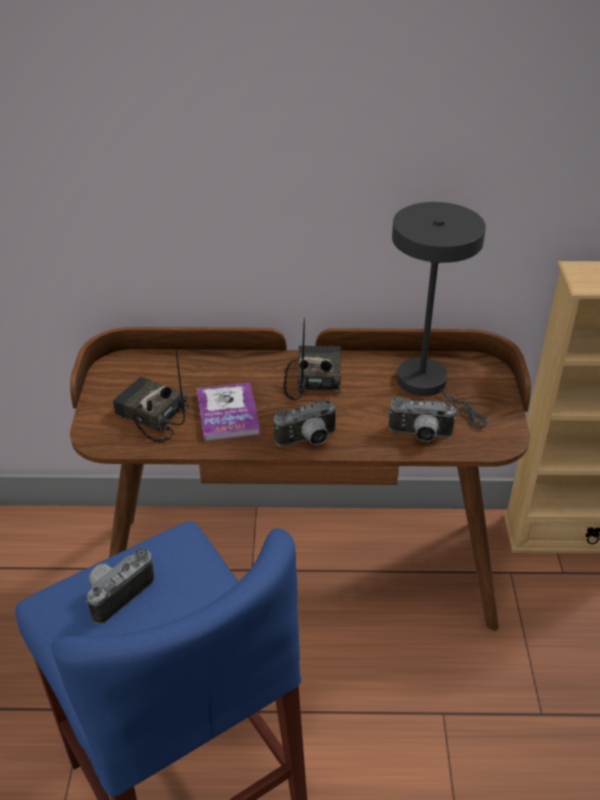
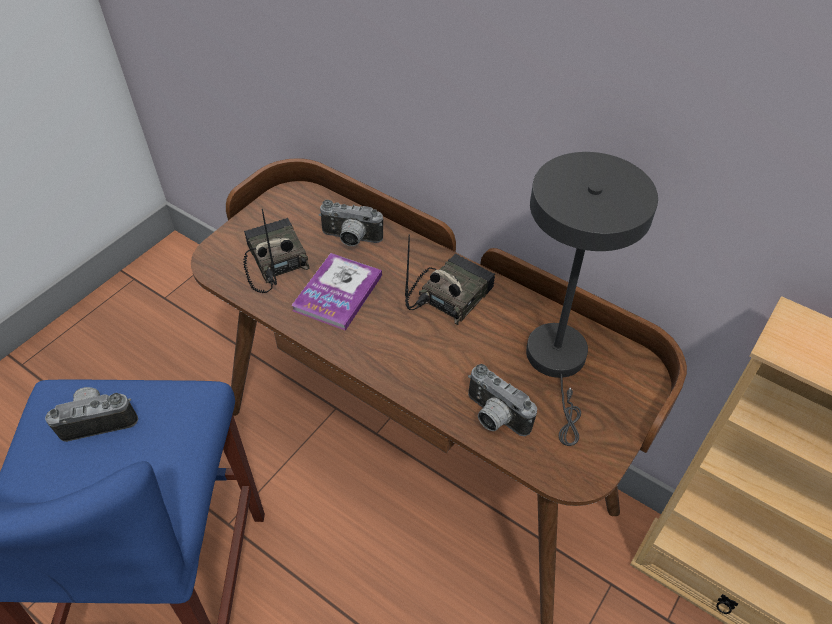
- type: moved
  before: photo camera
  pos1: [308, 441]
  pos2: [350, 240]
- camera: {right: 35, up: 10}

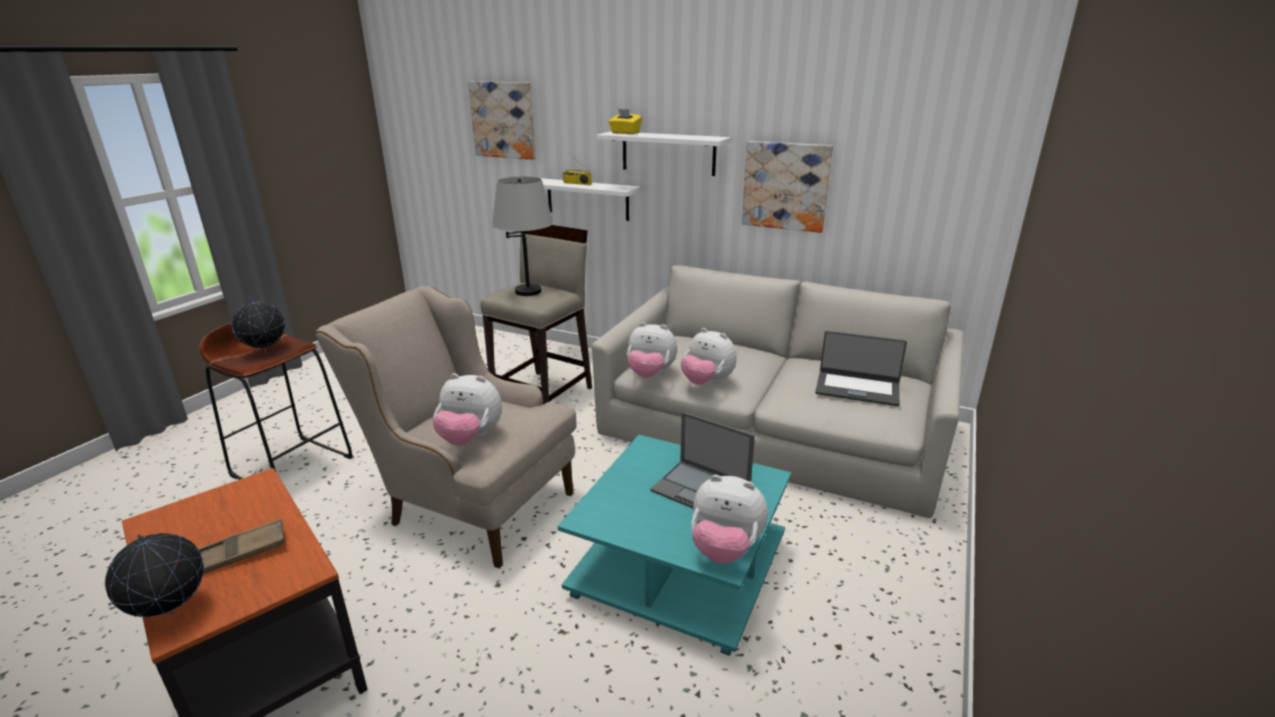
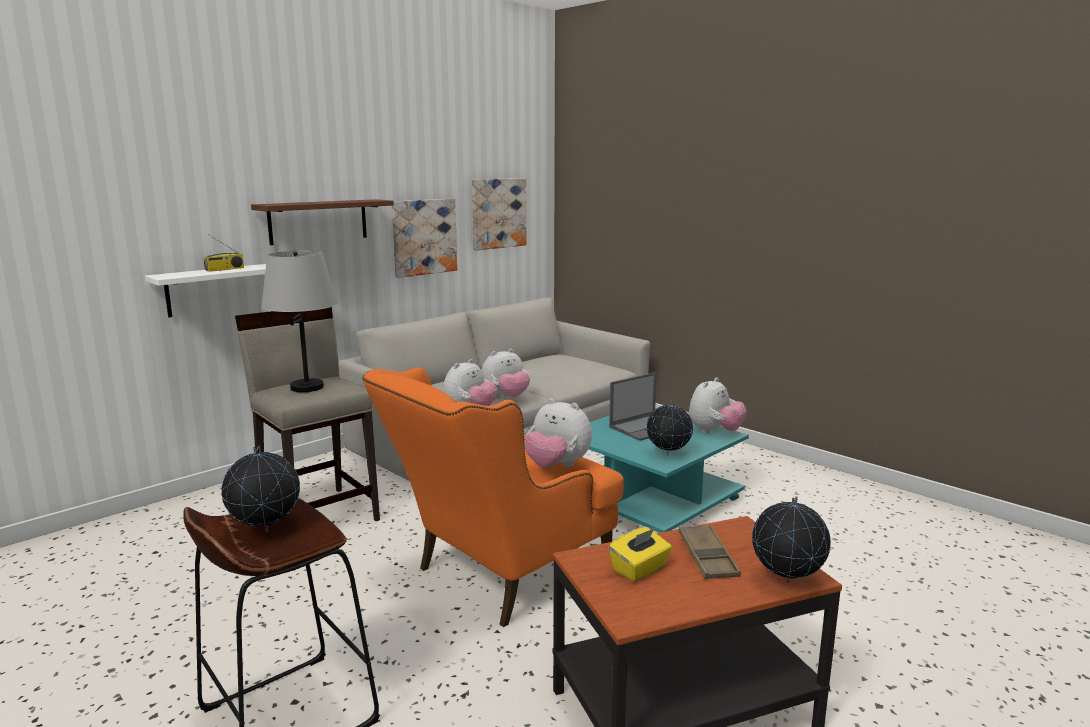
- type: recoloured
  before: white wall shelf
  after: brown-coloured wall shelf
  pos1: [668, 153]
  pos2: [318, 221]
- type: recoloured
  before: sand-coloured easy chair
  after: orange easy chair
  pos1: [470, 502]
  pos2: [499, 577]
- type: moved
  before: wall picture
  pos1: [503, 120]
  pos2: [498, 213]
- type: turned
  before: plush toy
  pos1: [470, 438]
  pos2: [557, 466]
  turn: 90
- type: moved
  before: yellow tissue box
  pos1: [625, 133]
  pos2: [640, 569]
- type: added
  after: world globe
  pos2: [668, 455]
- type: removed
  before: laptop
  pos1: [857, 388]
- camera: {right: -70, up: -10}

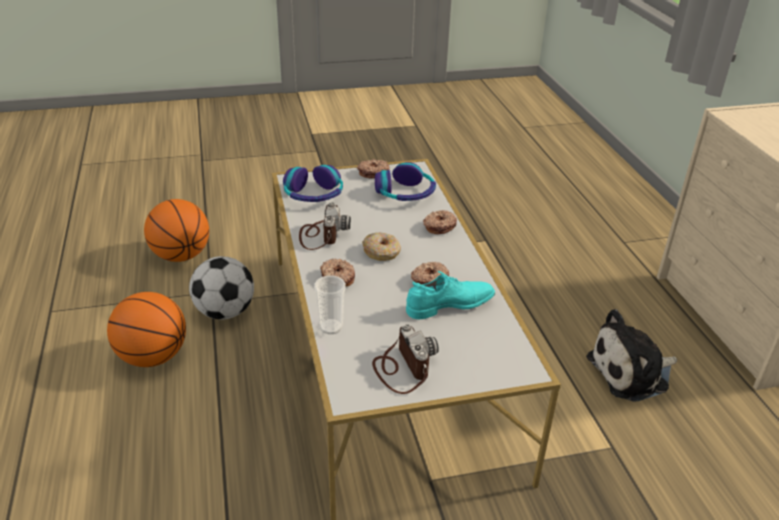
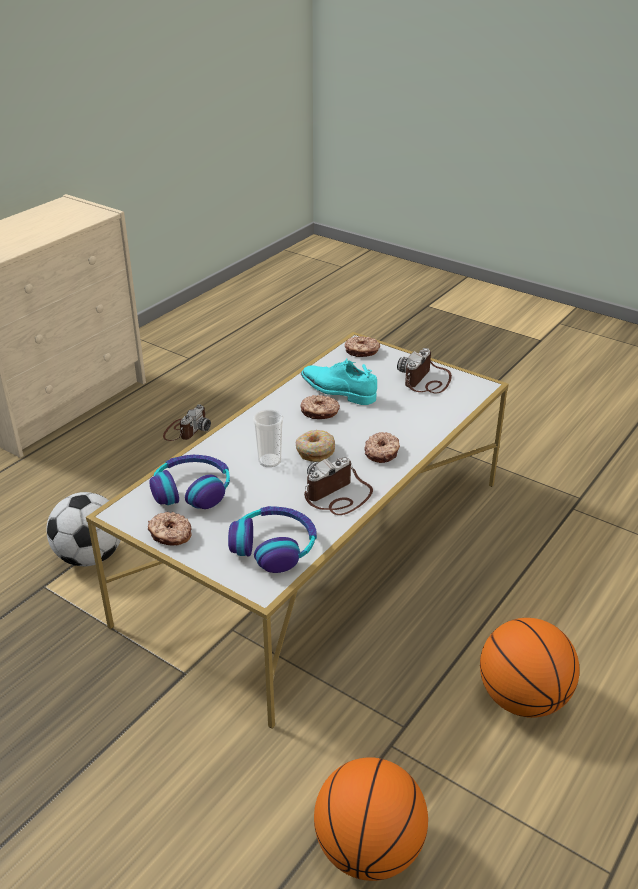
- type: moved
  before: football
  pos1: [225, 312]
  pos2: [90, 556]
- type: replaced
  before: plush toy
  after: photo camera
  pos1: [632, 373]
  pos2: [186, 430]
- type: moved
  before: small cup
  pos1: [331, 327]
  pos2: [269, 461]
- type: moved
  before: doughnut
  pos1: [439, 226]
  pos2: [361, 351]
- camera: {right: -130, up: 0}

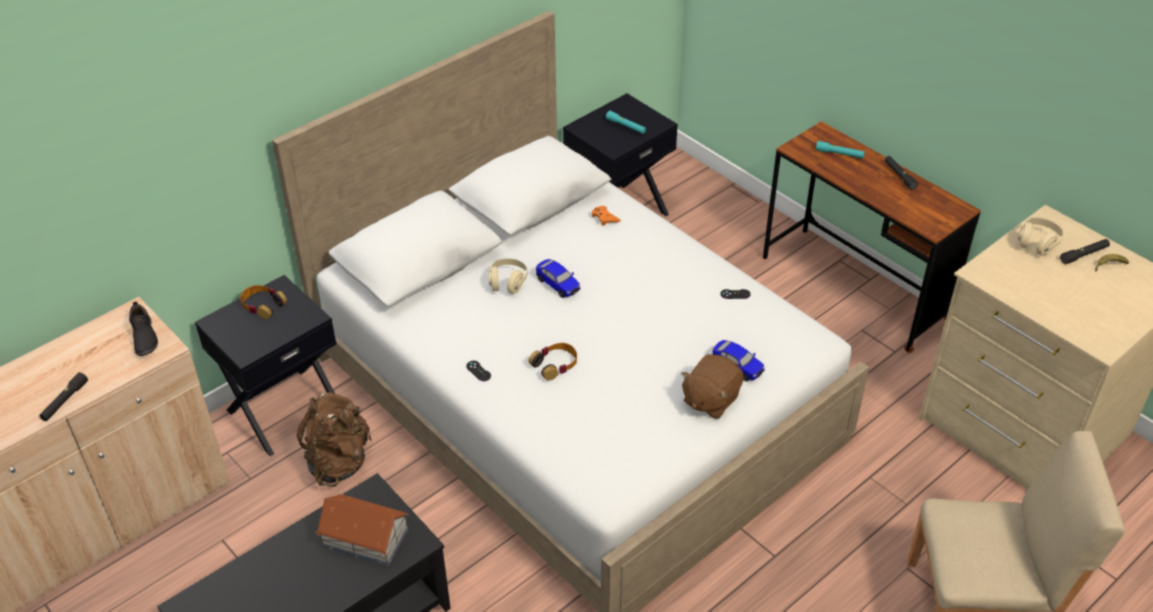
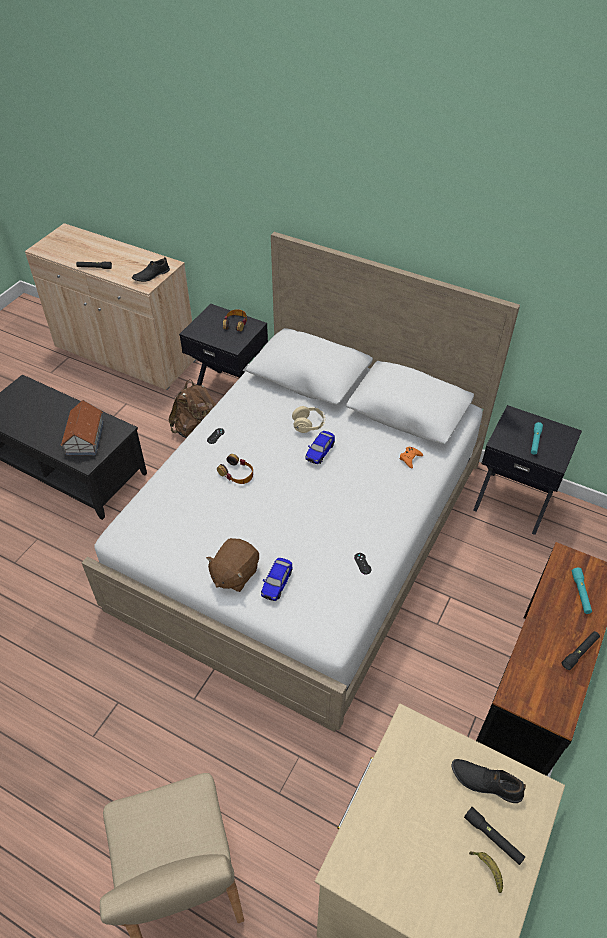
- type: turned
  before: brown-coloured plush toy
  pos1: [710, 399]
  pos2: [234, 574]
  turn: -75
- type: replaced
  before: sand-coloured pair of headphones
  after: blackish low shoe
  pos1: [1037, 244]
  pos2: [486, 782]
- camera: {right: 70, up: 5}

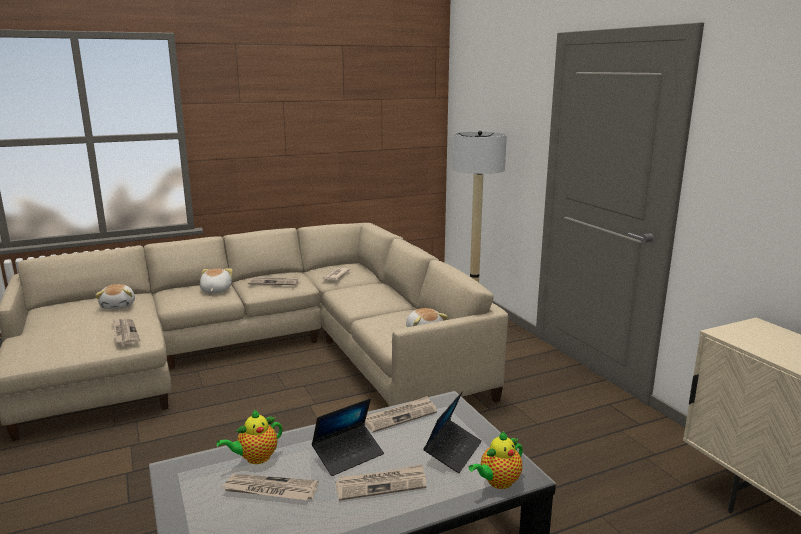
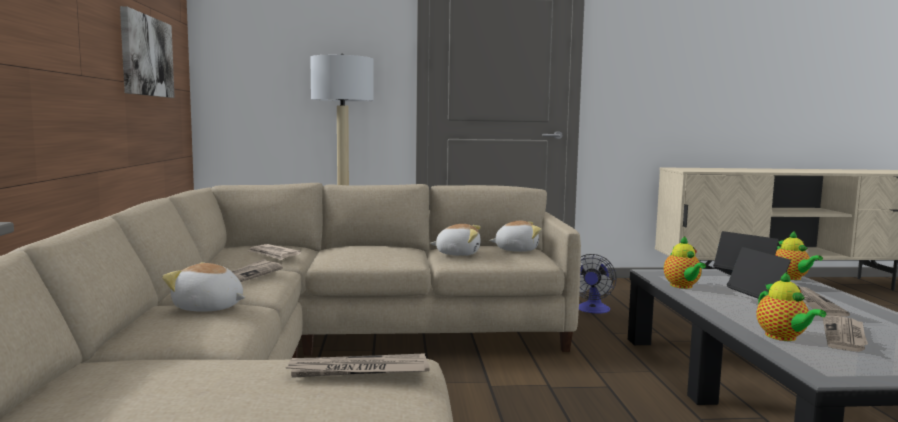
- type: added
  after: wall picture
  pos2: [146, 56]
- type: moved
  before: plush toy
  pos1: [119, 306]
  pos2: [458, 254]
- type: added
  after: fan
  pos2: [592, 310]
- type: replaced
  before: printed paper
  after: teapot
  pos1: [400, 416]
  pos2: [682, 286]
- camera: {right: -70, up: -10}

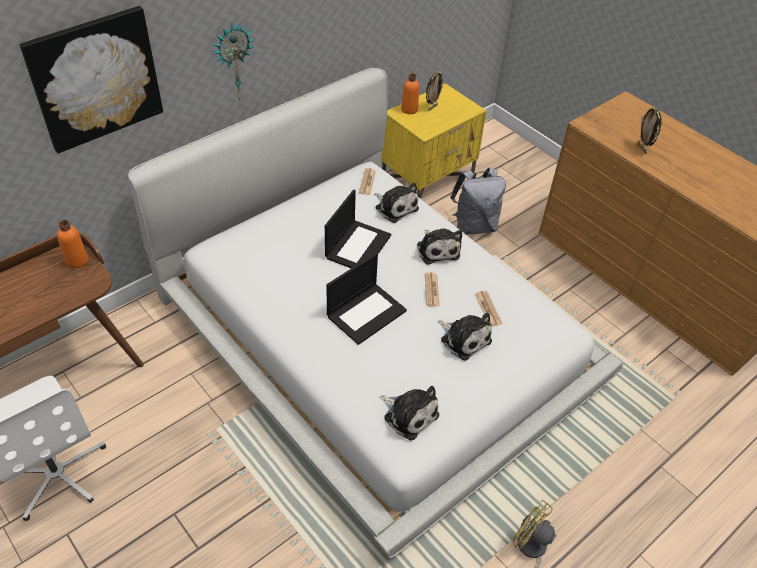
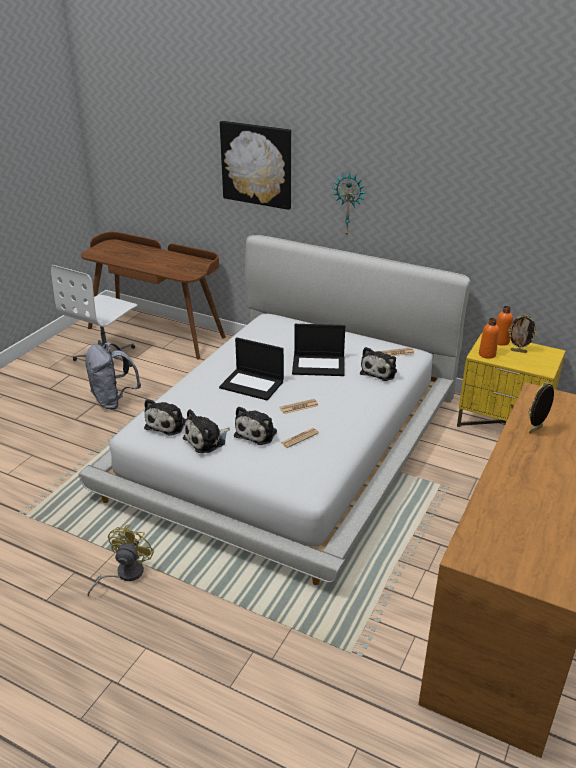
- type: moved
  before: grey rucksack
  pos1: [474, 226]
  pos2: [114, 400]
- type: moved
  before: plush toy
  pos1: [437, 249]
  pos2: [207, 440]
- type: moved
  before: orange drink bottle
  pos1: [77, 260]
  pos2: [487, 354]
- camera: {right: 70, up: -15}

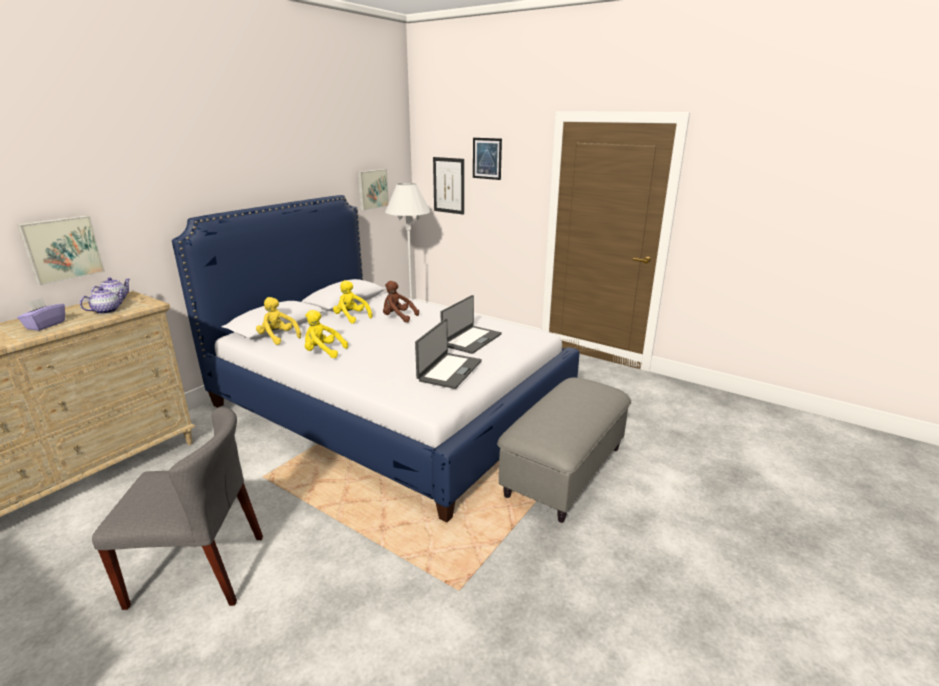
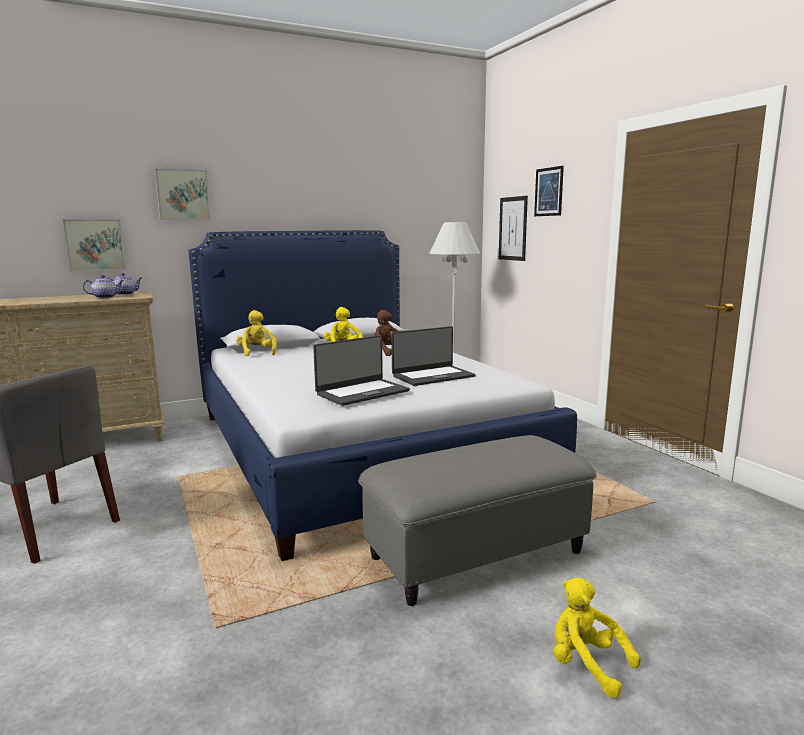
- type: moved
  before: wall picture
  pos1: [372, 189]
  pos2: [183, 194]
- type: moved
  before: yellow plush toy
  pos1: [323, 352]
  pos2: [586, 664]
- type: removed
  before: purple-coloured tissue box
  pos1: [45, 325]
- camera: {right: 30, up: -10}

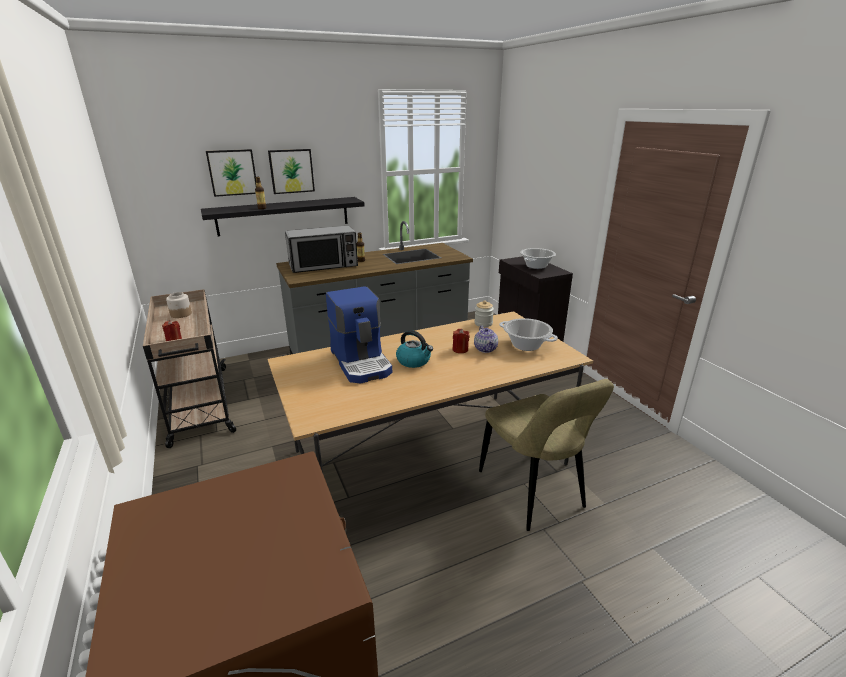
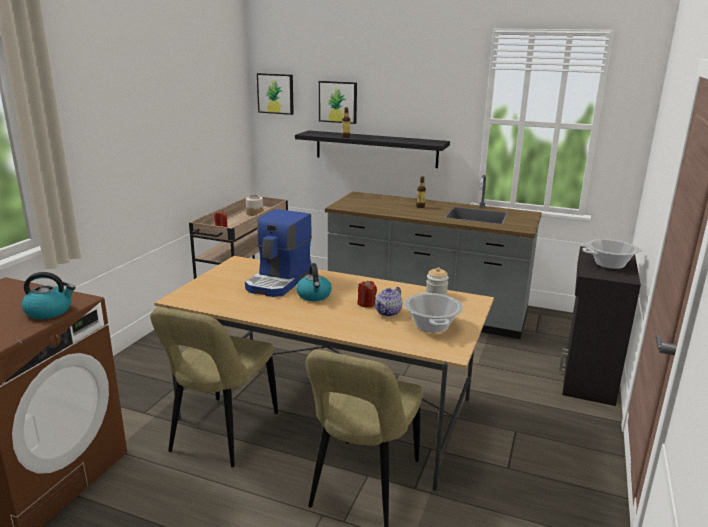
- type: added
  after: water kettle
  pos2: [49, 311]
- type: added
  after: sand-coloured upright chair
  pos2: [222, 435]
- type: moved
  before: wall picture
  pos1: [291, 171]
  pos2: [276, 93]
- type: removed
  before: microwave oven
  pos1: [324, 266]
- camera: {right: 45, up: -5}

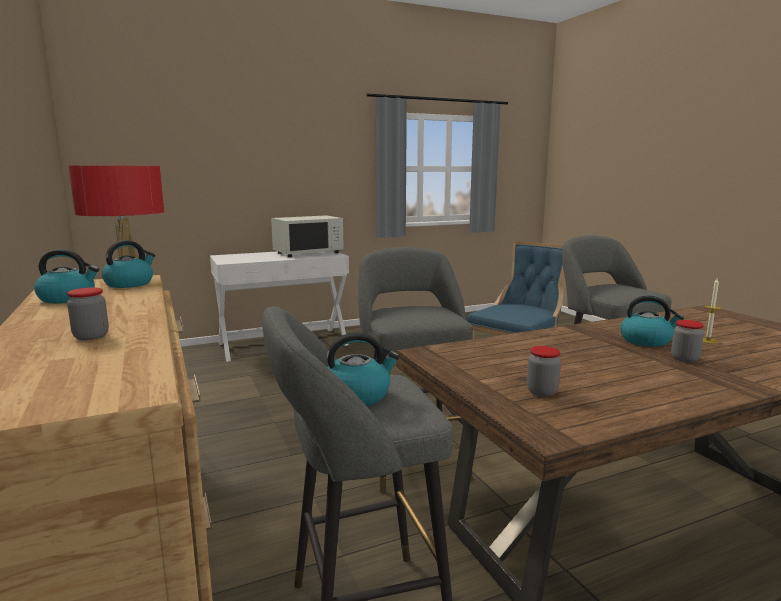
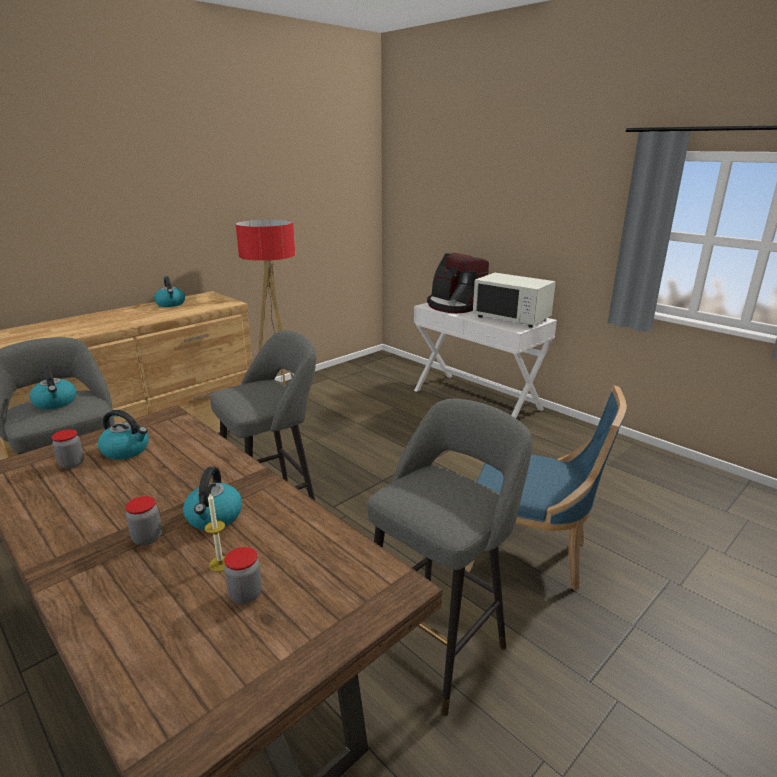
- type: moved
  before: water kettle
  pos1: [130, 284]
  pos2: [127, 450]
- type: moved
  before: storage jar
  pos1: [91, 336]
  pos2: [245, 594]
- type: added
  after: coffee brewer
  pos2: [455, 306]
- camera: {right: 70, up: 10}

